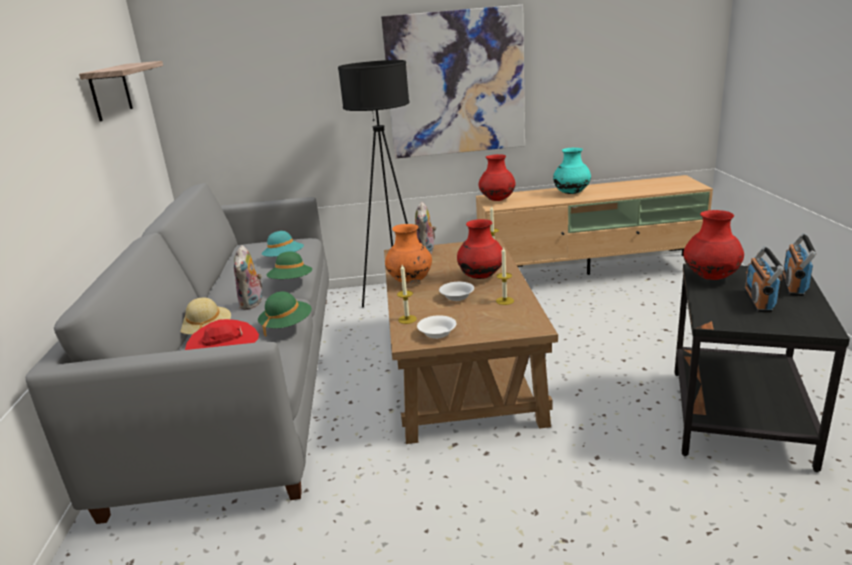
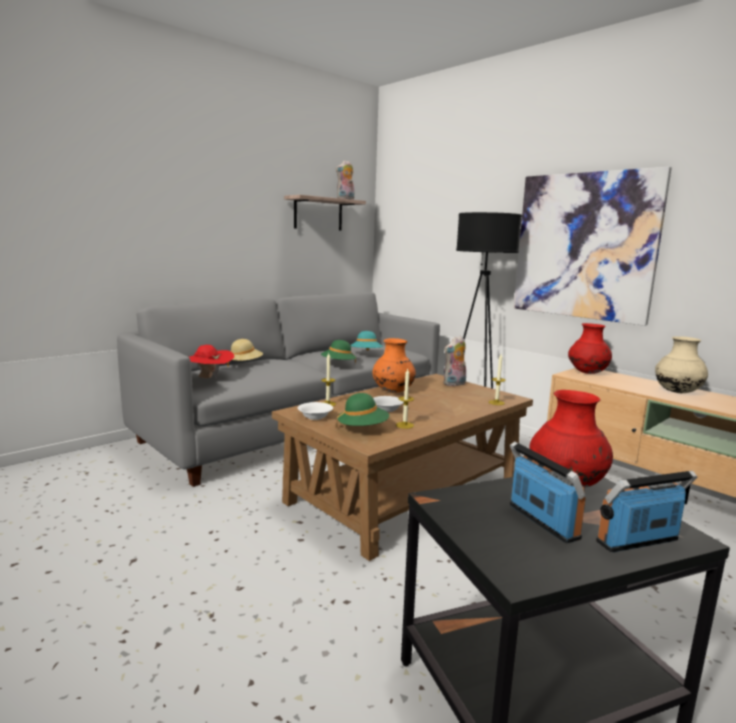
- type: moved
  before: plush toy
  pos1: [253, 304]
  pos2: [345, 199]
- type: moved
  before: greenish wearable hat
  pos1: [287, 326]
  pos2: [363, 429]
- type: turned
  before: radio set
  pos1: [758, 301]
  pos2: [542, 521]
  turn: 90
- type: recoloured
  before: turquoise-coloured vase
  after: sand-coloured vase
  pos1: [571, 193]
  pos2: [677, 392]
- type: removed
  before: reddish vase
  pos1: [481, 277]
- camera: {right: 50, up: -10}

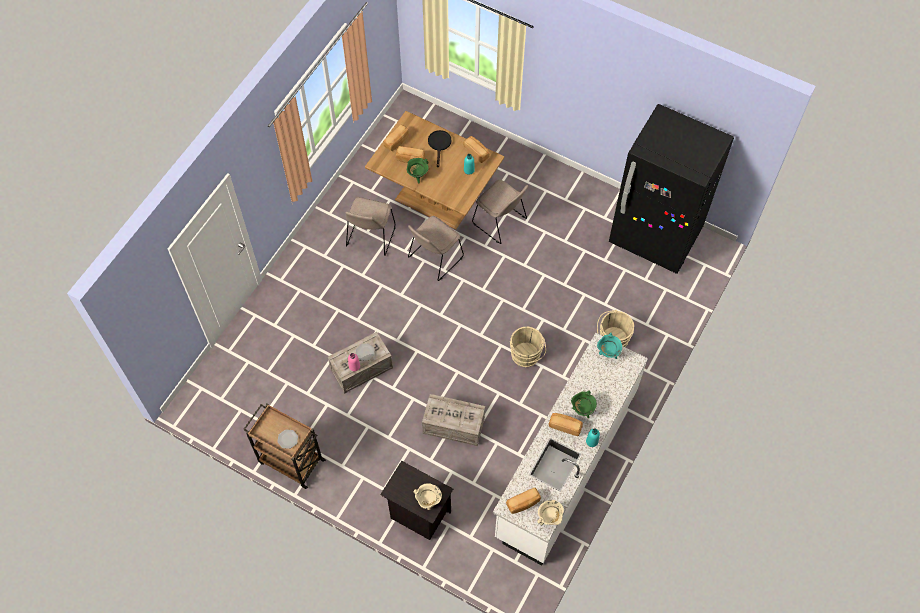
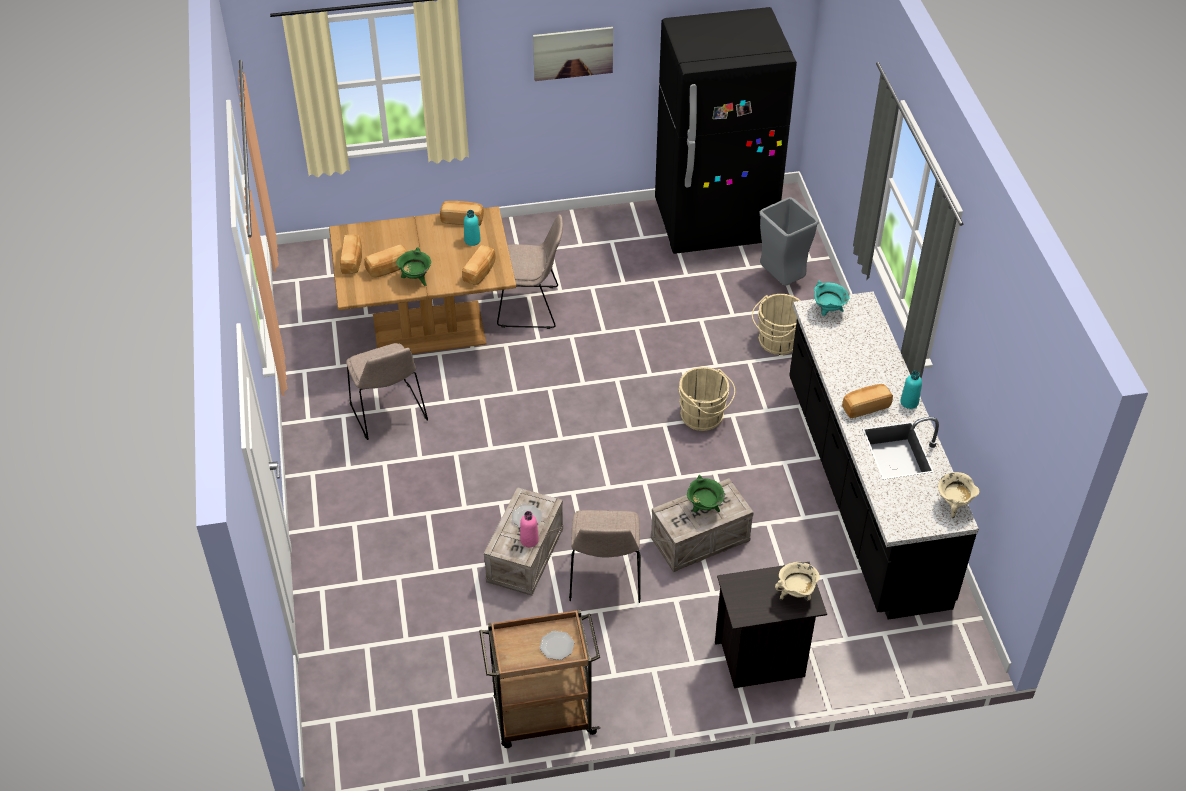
- type: moved
  before: baked bread
  pos1: [523, 503]
  pos2: [480, 272]
- type: added
  after: wall picture
  pos2: [573, 53]
- type: moved
  before: sand-coloured upright chair
  pos1: [434, 258]
  pos2: [605, 579]
- type: moved
  before: greenish cooking pot
  pos1: [582, 410]
  pos2: [704, 508]
- type: added
  after: grey waste bin
  pos2: [781, 279]
- type: recoloured
  before: white kitchen counter
  after: blackish kitchen counter
  pos1: [565, 463]
  pos2: [863, 491]
- type: removed
  before: blackish pan
  pos1: [439, 144]
- camera: {right: -40, up: -15}

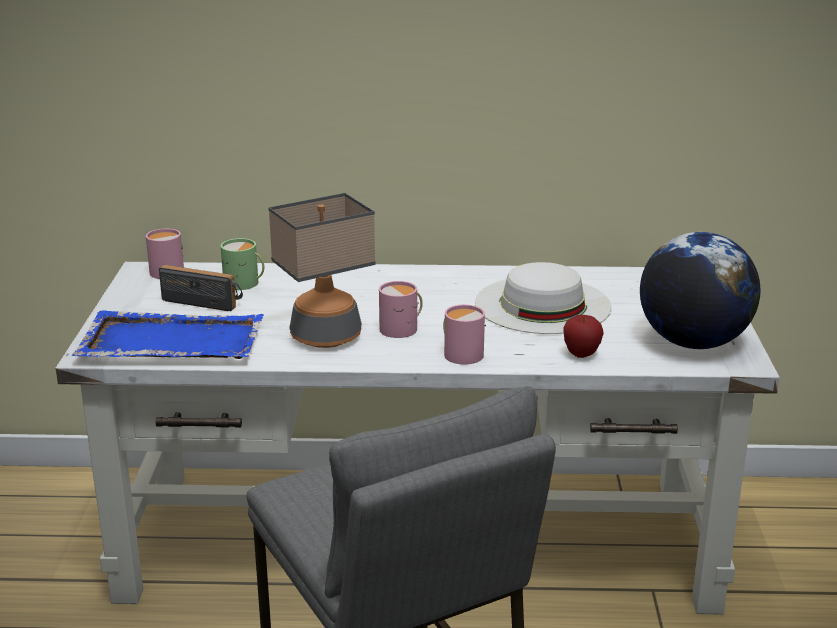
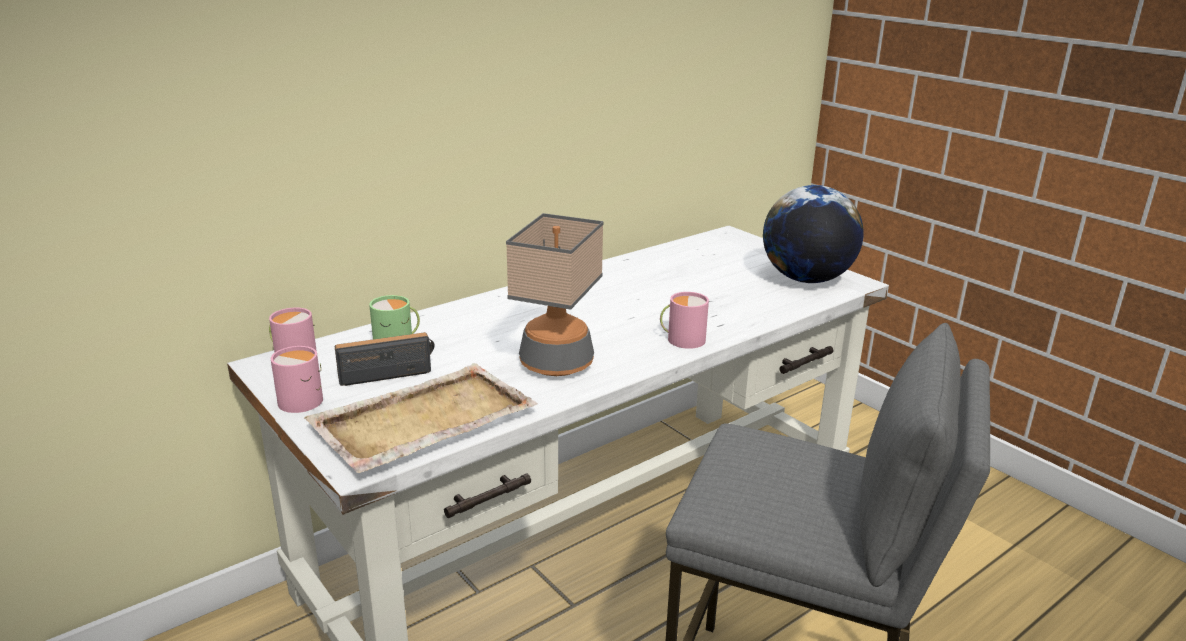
- type: moved
  before: pinkish coffee mug
  pos1: [402, 328]
  pos2: [304, 399]
- type: recoloured
  before: blue serving tray
  after: sand-coloured serving tray
  pos1: [170, 342]
  pos2: [421, 421]
- type: removed
  before: white wearable hat
  pos1: [542, 304]
- type: removed
  before: apple
  pos1: [581, 354]
- camera: {right: -40, up: 0}

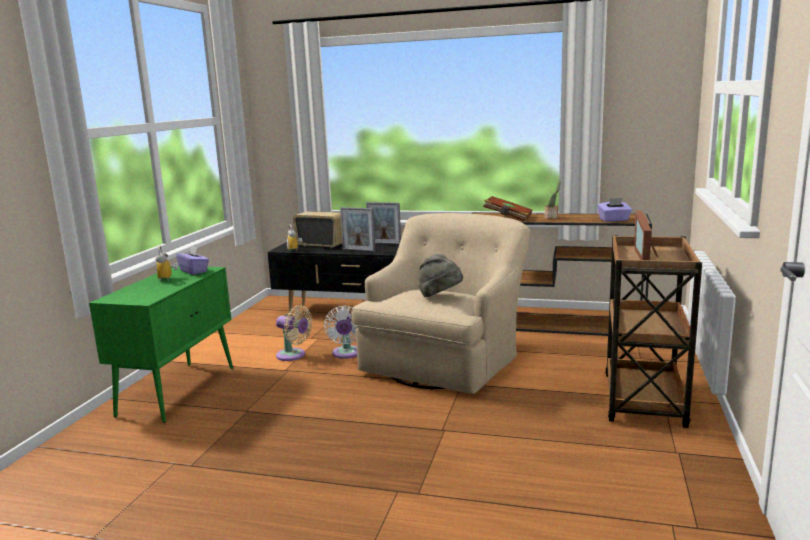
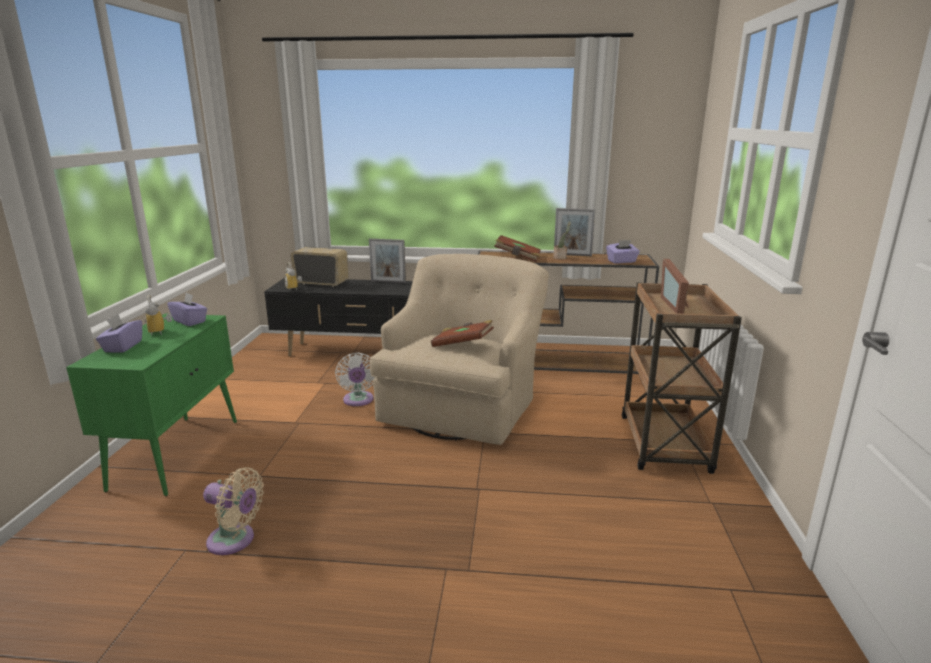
- type: added
  after: purple-coloured tissue box
  pos2: [122, 346]
- type: moved
  before: sand-coloured fan
  pos1: [293, 355]
  pos2: [235, 540]
- type: replaced
  before: grey wearable hat
  after: brown-coloured volume
  pos1: [440, 297]
  pos2: [462, 345]
- type: moved
  before: picture frame
  pos1: [359, 251]
  pos2: [572, 255]
- camera: {right: -10, up: 5}

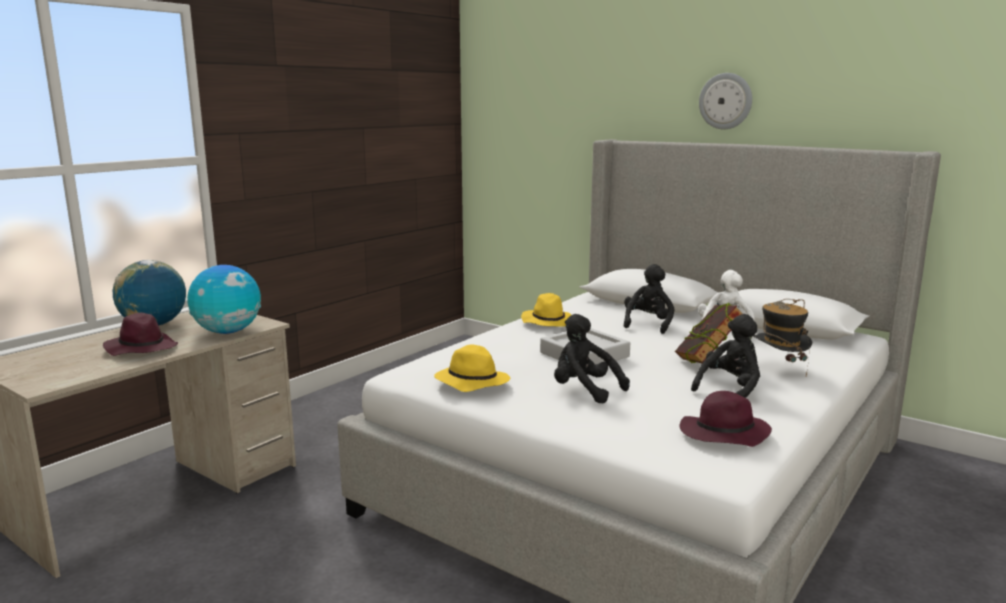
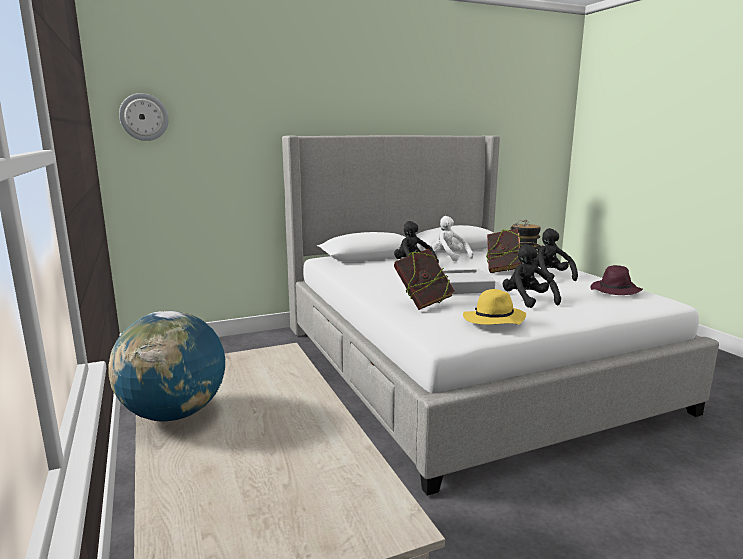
- type: moved
  before: wall clock
  pos1: [725, 101]
  pos2: [144, 117]
- type: added
  after: volume
  pos2: [423, 304]
- type: turned
  before: blackish plush toy
  pos1: [584, 390]
  pos2: [527, 300]
  turn: 90
- type: removed
  before: purple-coloured wearable hat
  pos1: [141, 349]
- type: removed
  before: world globe
  pos1: [228, 332]
- type: removed
  before: yellow wearable hat
  pos1: [547, 322]
- camera: {right: -60, up: 0}

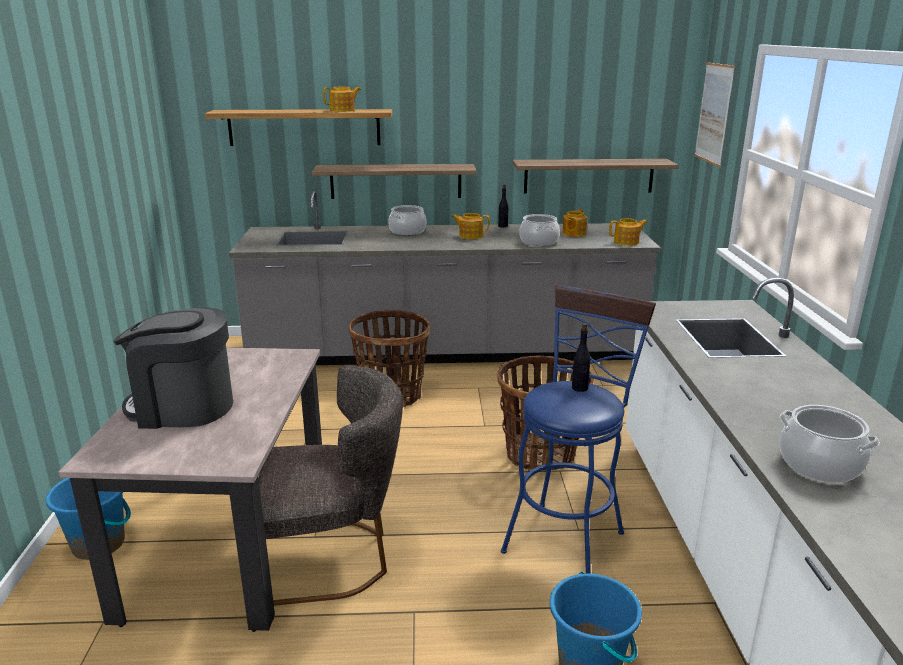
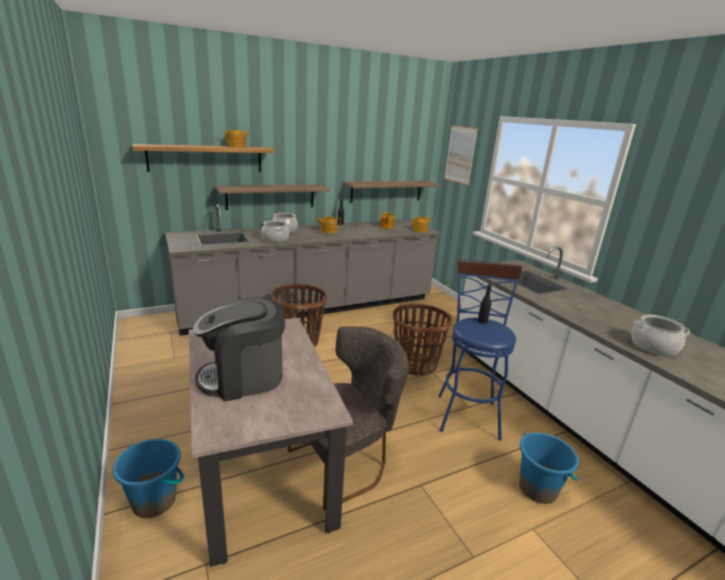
- type: moved
  before: cooking pot
  pos1: [539, 242]
  pos2: [275, 239]
- camera: {right: -25, up: 0}

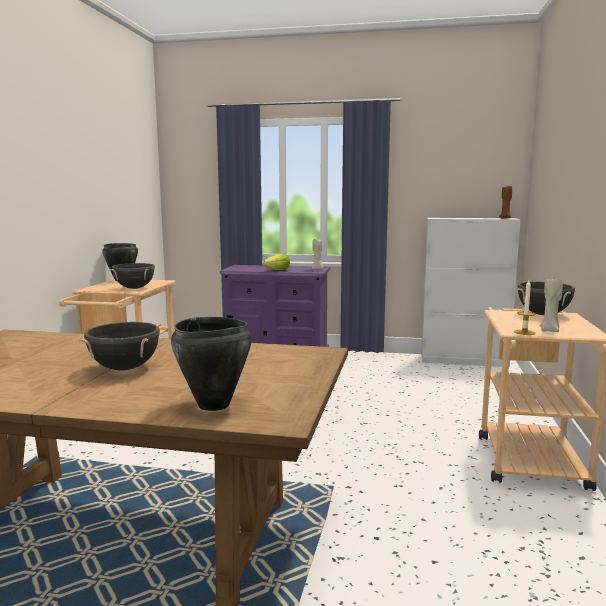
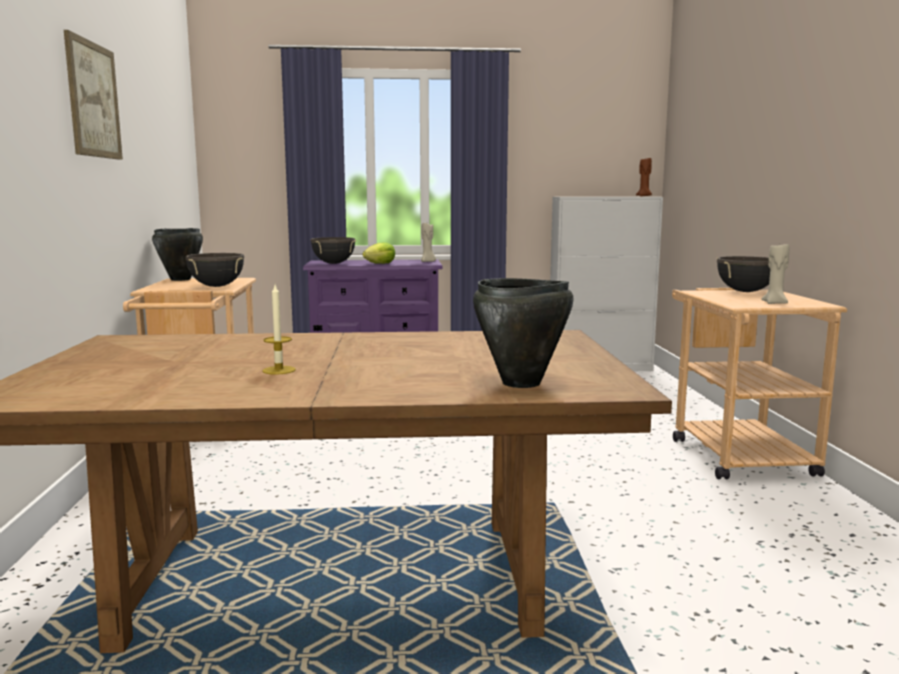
- type: added
  after: wall picture
  pos2: [93, 100]
- type: moved
  before: wax light
  pos1: [524, 332]
  pos2: [279, 370]
- type: moved
  before: blackish cooking pot
  pos1: [124, 368]
  pos2: [333, 263]
- camera: {right: -15, up: 0}

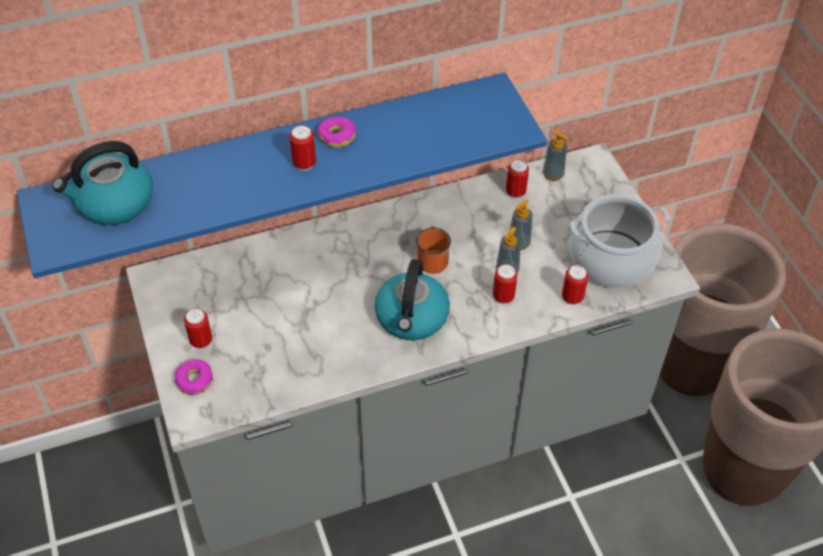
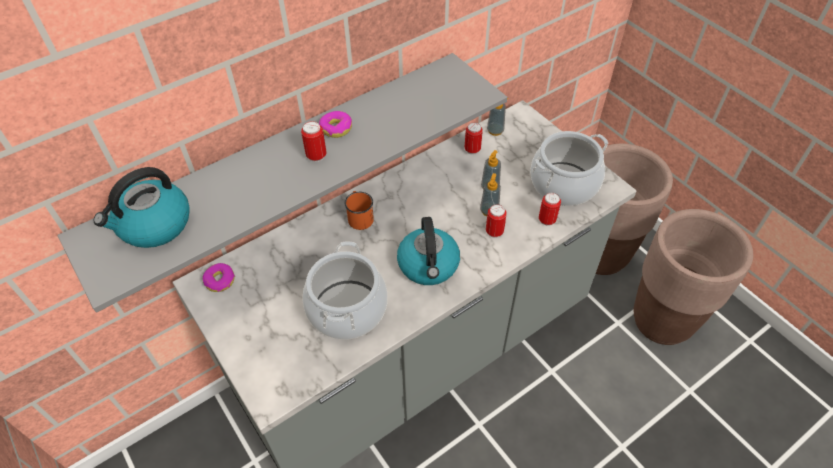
- type: recoloured
  before: blue wall shelf
  after: grey wall shelf
  pos1: [276, 158]
  pos2: [284, 159]
- type: moved
  before: doughnut
  pos1: [194, 381]
  pos2: [220, 281]
- type: added
  after: cooking pot
  pos2: [346, 309]
- type: moved
  before: orange coffee mug
  pos1: [432, 257]
  pos2: [359, 217]
- type: removed
  before: sealed can
  pos1: [201, 341]
- camera: {right: -15, up: 0}

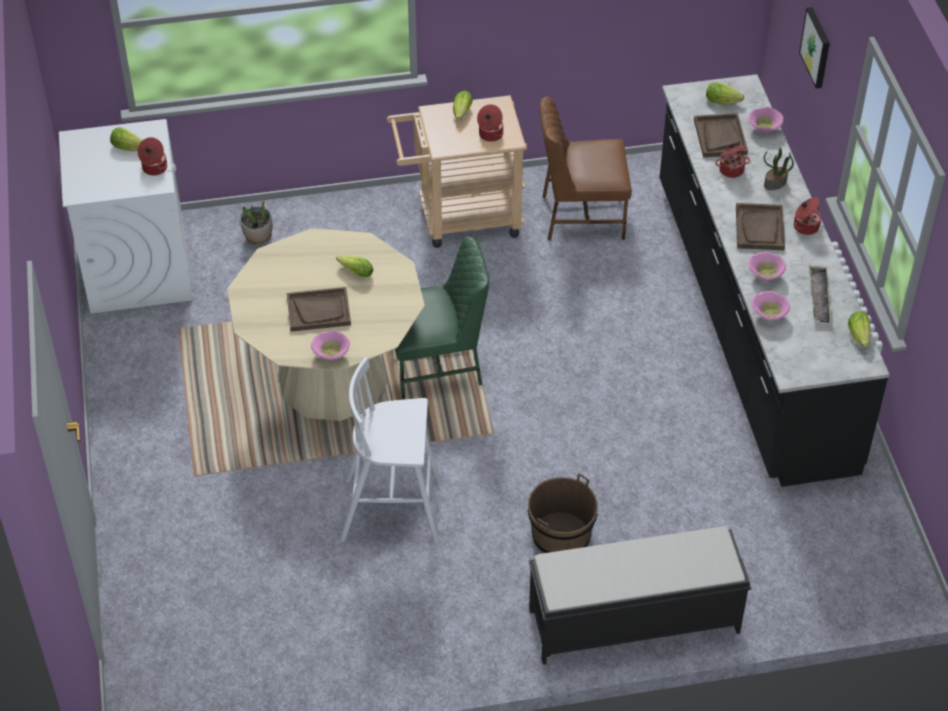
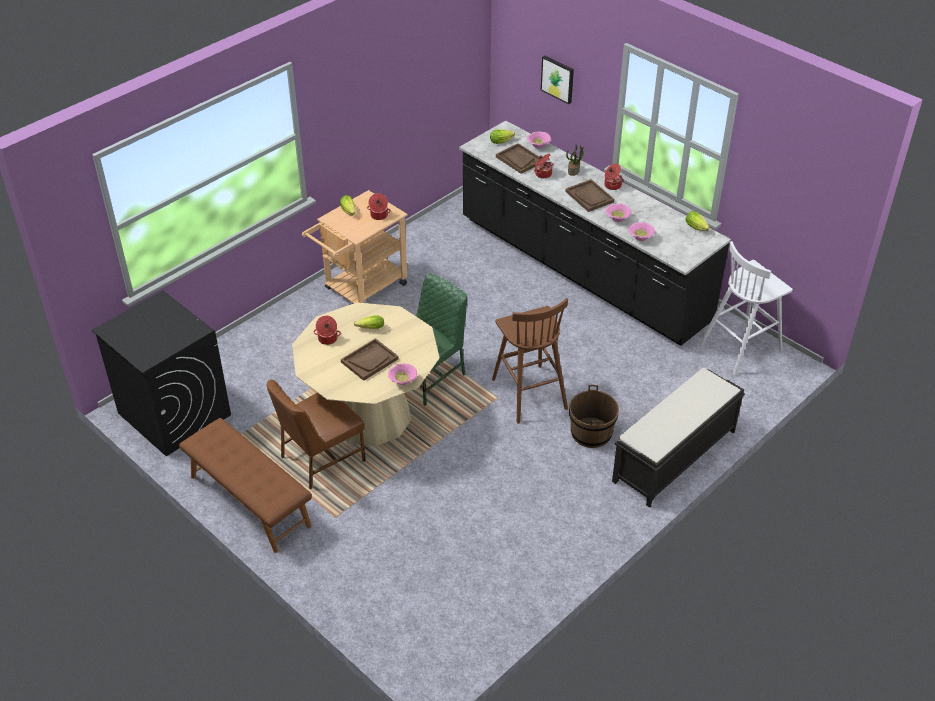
- type: recoloured
  before: white laundry appliance
  after: blackish laundry appliance
  pos1: [137, 268]
  pos2: [173, 414]
- type: added
  after: brown-coloured long seat
  pos2: [249, 501]
- type: moved
  before: brown-coloured upright chair
  pos1: [581, 216]
  pos2: [321, 459]
- type: moved
  before: cooking pot
  pos1: [154, 168]
  pos2: [327, 339]
- type: added
  after: brown-coloured stool
  pos2: [528, 393]
- type: moved
  before: white stool
  pos1: [394, 511]
  pos2: [741, 347]
- type: removed
  before: head of lettuce
  pos1: [130, 148]
- type: removed
  before: houseplant
  pos1: [258, 238]
- type: removed
  before: serving tray
  pos1: [819, 297]
- camera: {right: -35, up: -5}

